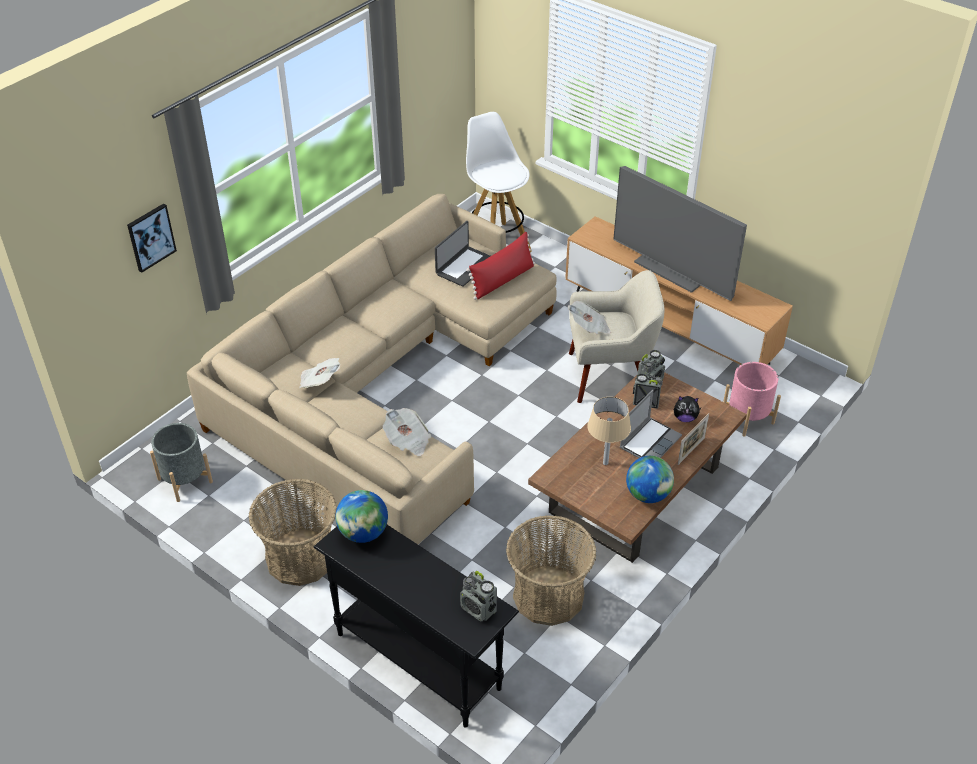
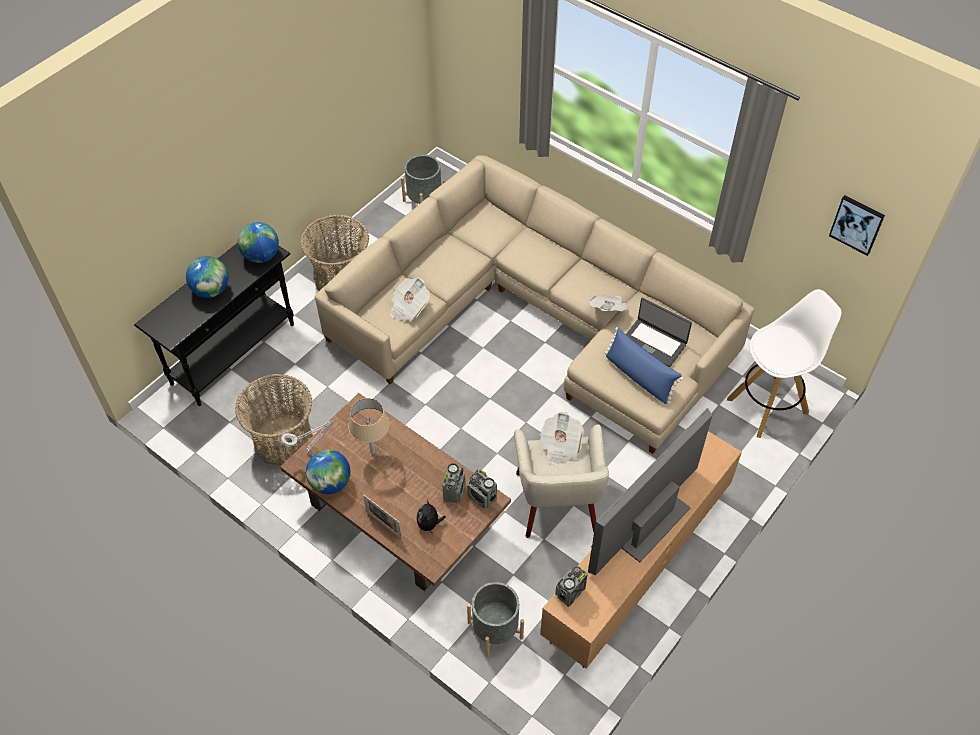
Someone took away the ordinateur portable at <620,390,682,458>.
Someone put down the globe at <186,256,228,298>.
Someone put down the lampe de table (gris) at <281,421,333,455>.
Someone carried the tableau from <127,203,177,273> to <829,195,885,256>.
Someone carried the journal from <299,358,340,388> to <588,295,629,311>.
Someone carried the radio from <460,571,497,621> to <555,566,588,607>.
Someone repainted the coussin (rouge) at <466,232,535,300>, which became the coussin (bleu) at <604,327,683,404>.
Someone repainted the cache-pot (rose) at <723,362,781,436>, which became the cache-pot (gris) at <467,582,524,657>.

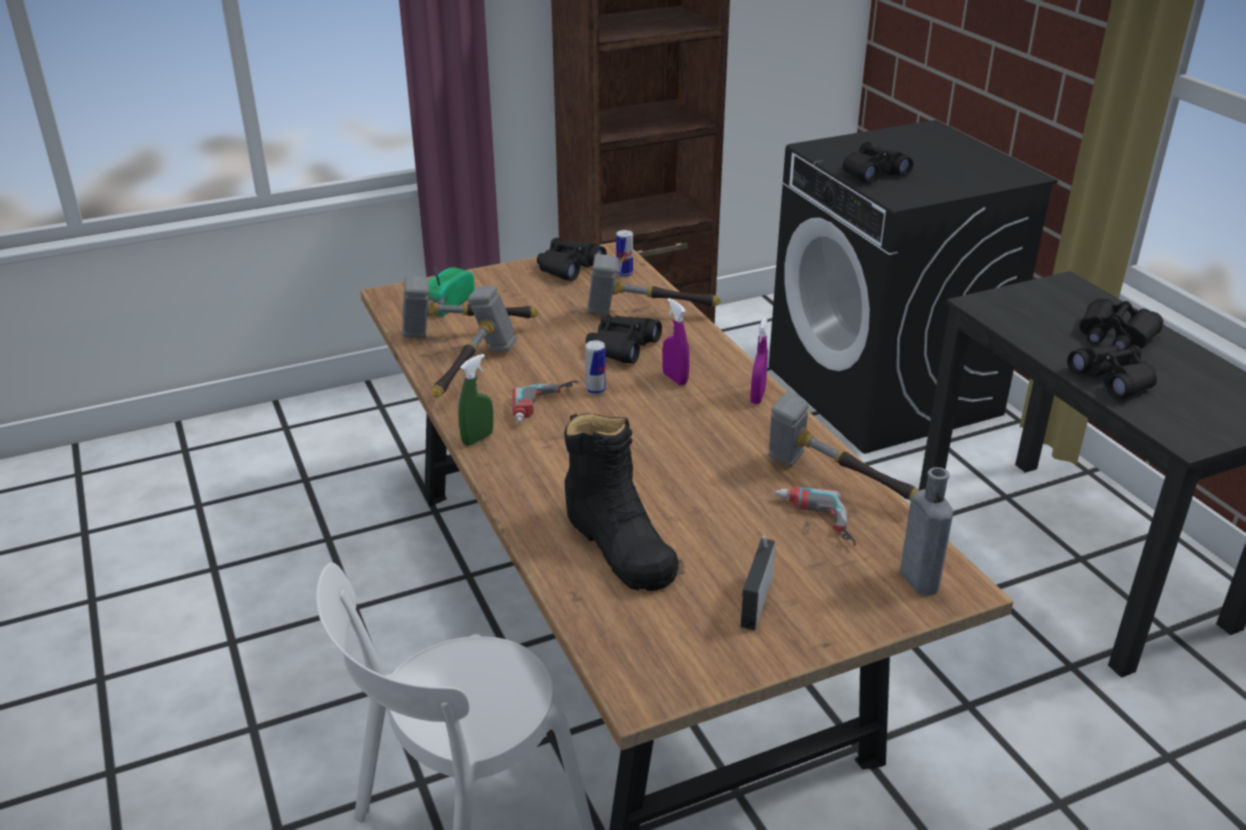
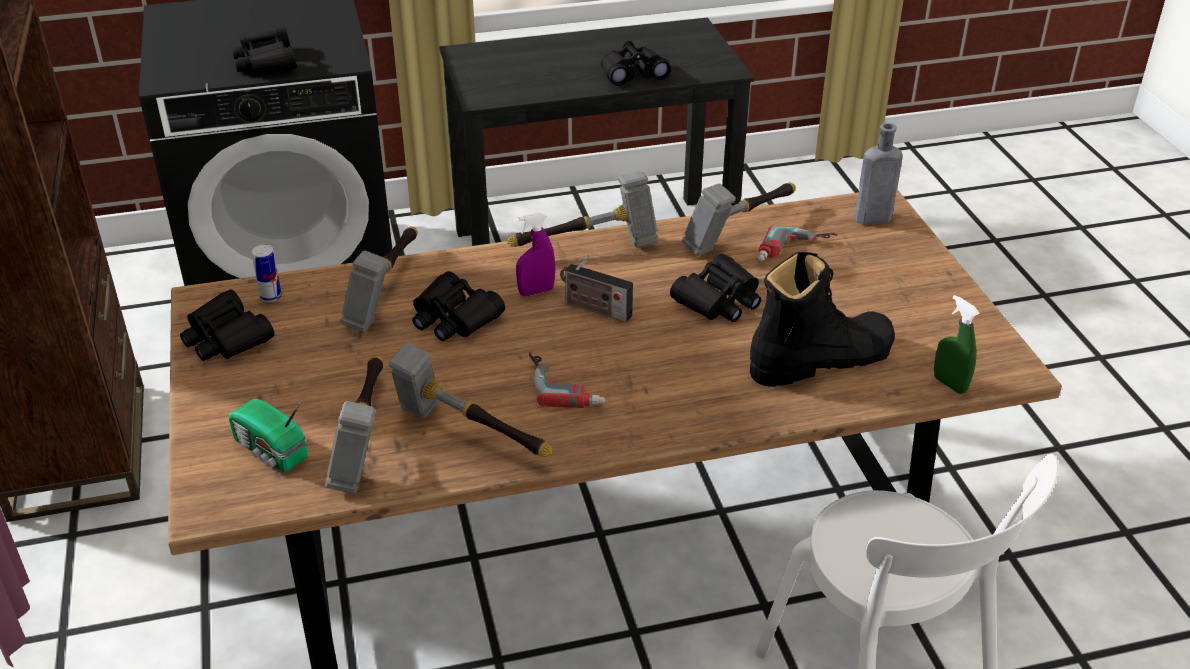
Someone took away the boîte métallique at <585,340,606,395>.
Someone carried the vaporisateur (vert) from <458,354,493,446> to <934,295,980,394>.
Someone carried the radio from <740,536,776,630> to <560,254,633,323>.
Someone carried the jumelles (noir) from <1079,298,1163,350> to <670,254,761,322>.
Someone swapped the vaporisateur (violet) at <750,317,768,404> for the marteau at <507,171,659,247>.

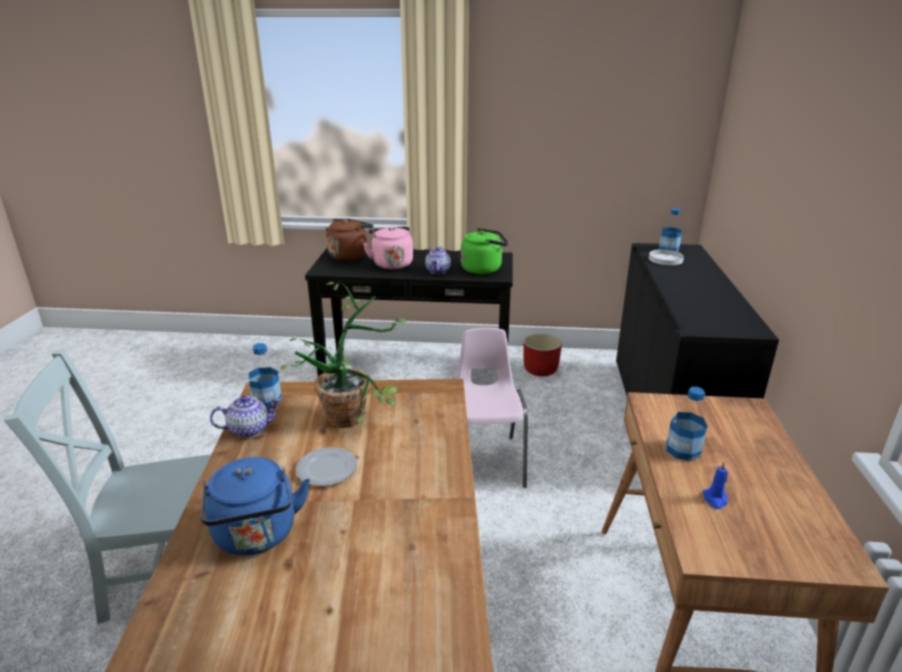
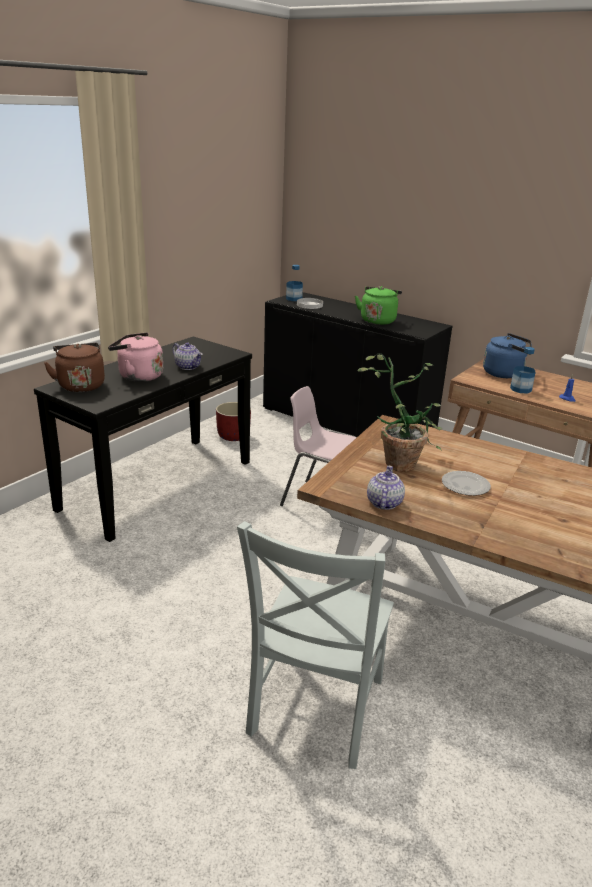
Someone took away the bouteille at <249,343,282,407>.
Someone carried the bouilloire (bleu) from <201,457,310,556> to <483,333,532,378>.
Someone carried the bouilloire (vert) from <461,228,509,274> to <355,286,402,325>.

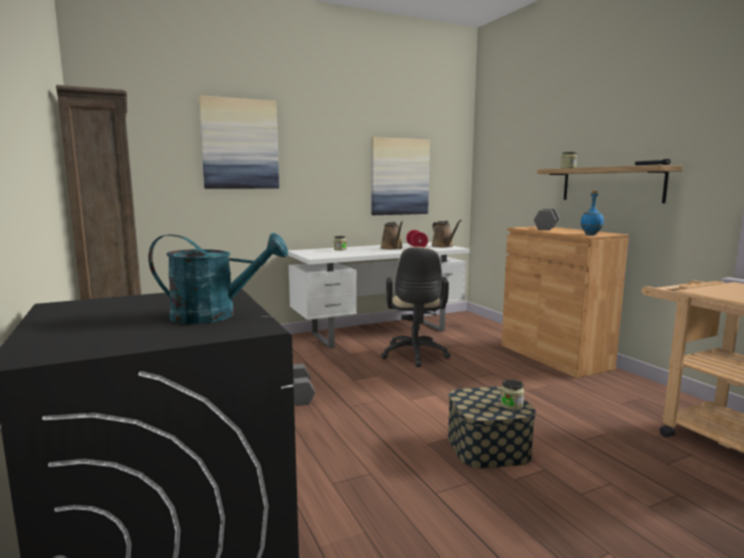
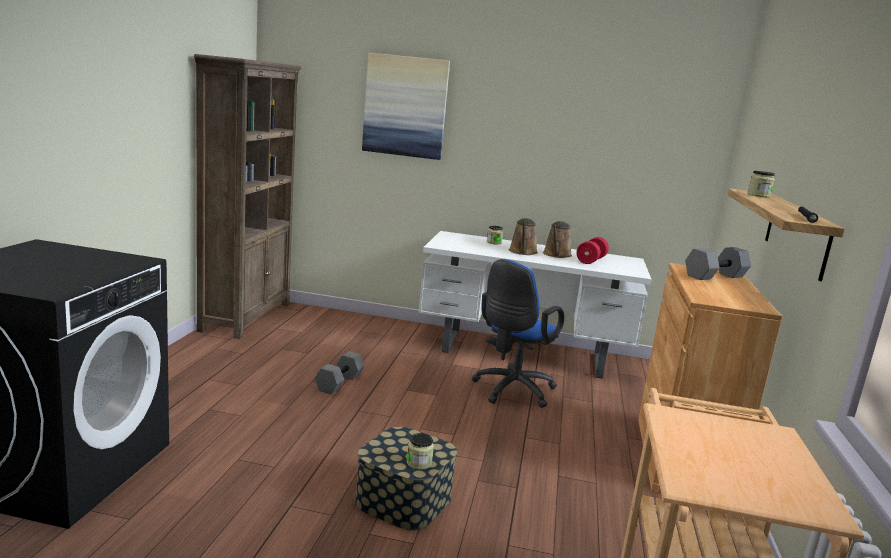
Someone took away the arrosoir (turquoise) at <148,233,288,324>.
Someone took away the tableau at <371,137,430,215>.
Someone took away the bouteille (bleu) at <580,191,604,235>.
Someone carried the arrosoir (marron) from <431,220,462,248> to <509,218,538,255>.
Someone repainted the chaise de bureau (beige) at <381,247,451,367>, which became the chaise de bureau (bleu) at <472,259,564,408>.

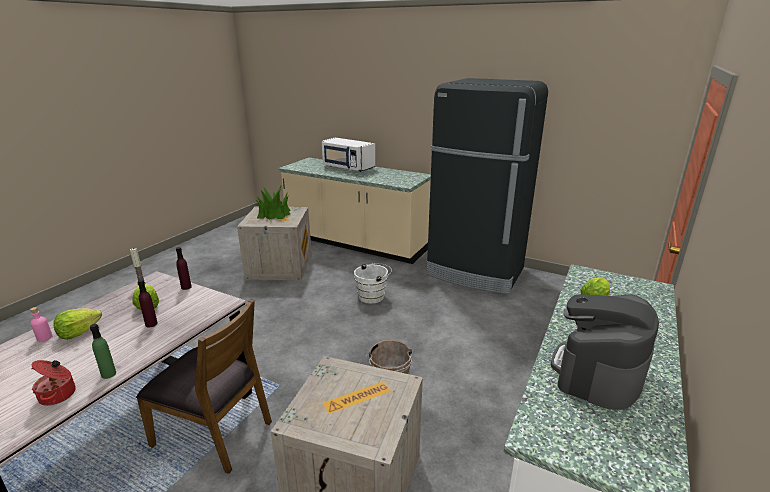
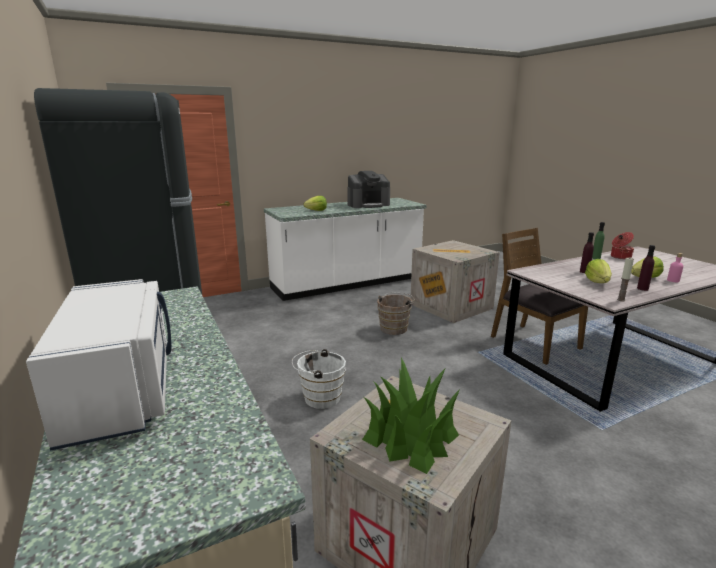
Someone carried the bouteille (violet) from <176,247,192,290> to <637,245,655,291>.

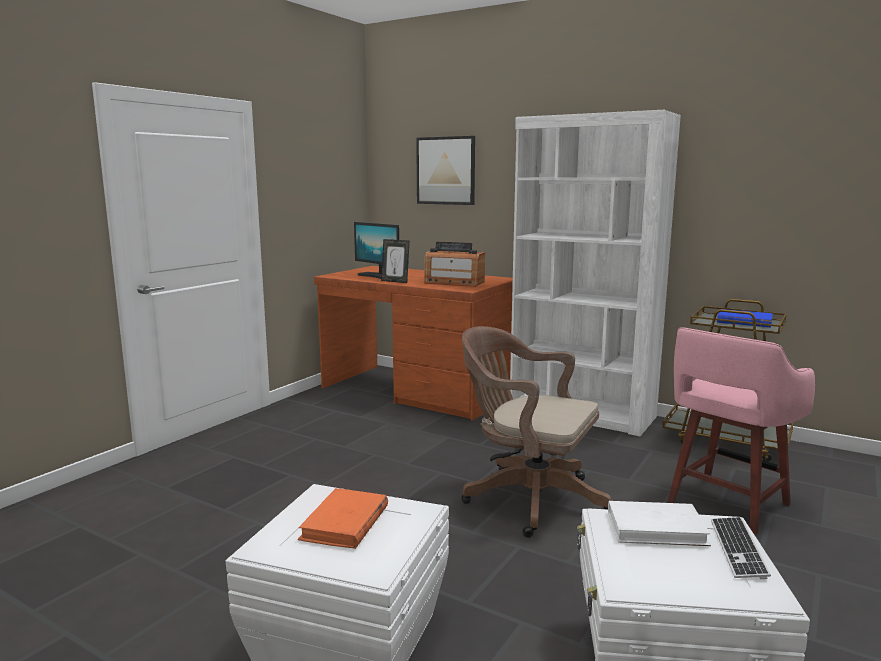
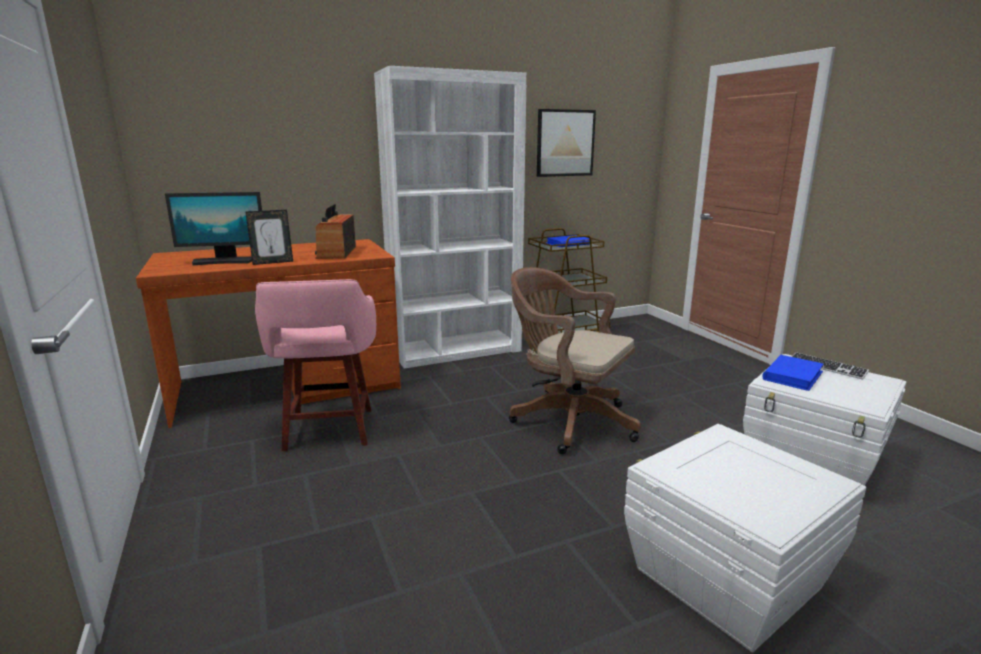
Someone took away the livre (orange) at <298,488,388,549>.
Someone carried the tableau from <416,136,475,205> to <537,109,596,177>.
Someone carried the tabouret (rose) from <668,327,815,535> to <255,279,376,451>.
Someone repainted the livre (blanc) at <608,501,711,546>, which became the livre (bleu) at <763,355,824,391>.
Someone rotated the radio at <424,242,485,287> by 120 degrees clockwise.
Someone rotated the chaise de bureau (marron) at <461,326,612,538> by 60 degrees clockwise.

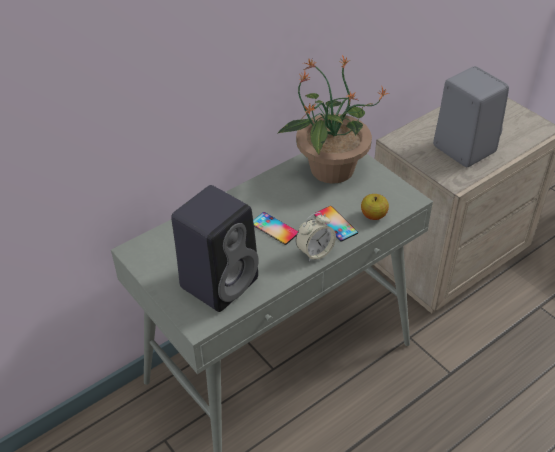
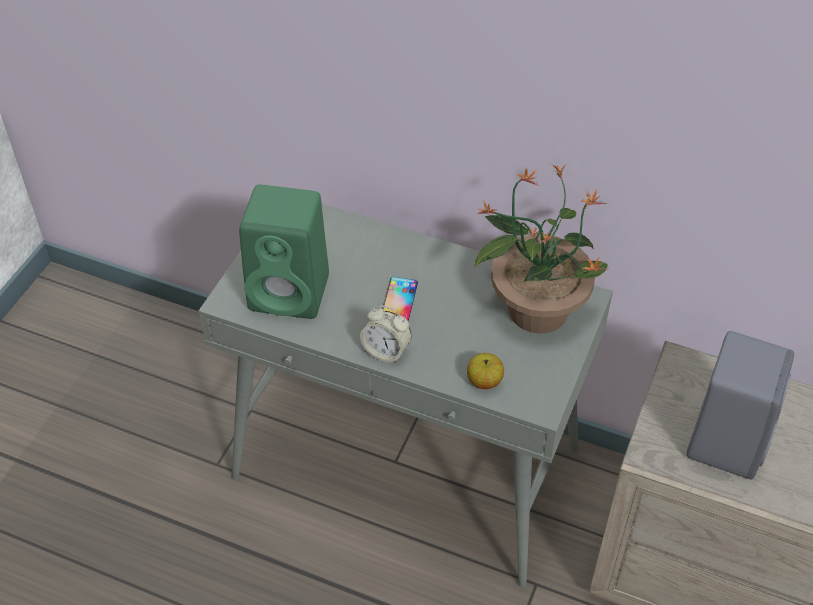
Someone took away the téléphone at <314,206,358,242>.
Someone repainted the enceinte (noir) at <171,185,259,312>, which became the enceinte (vert) at <239,185,329,319>.

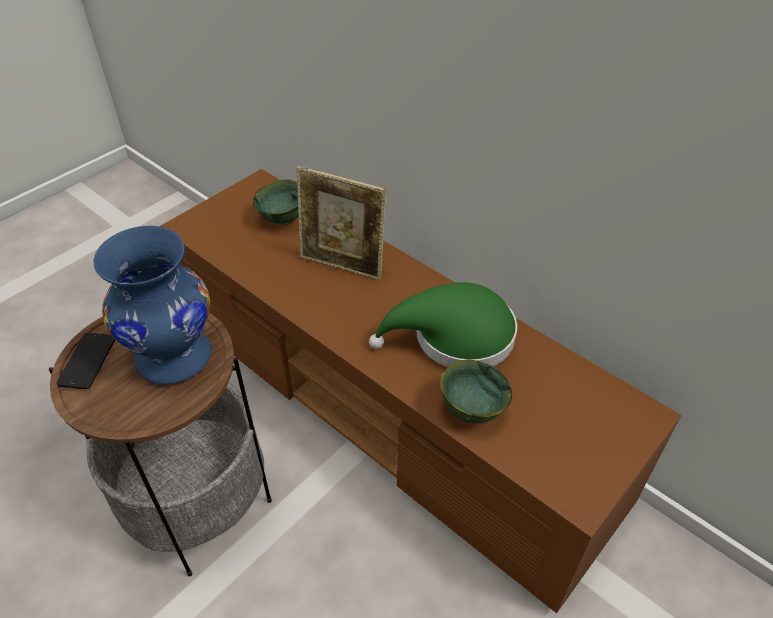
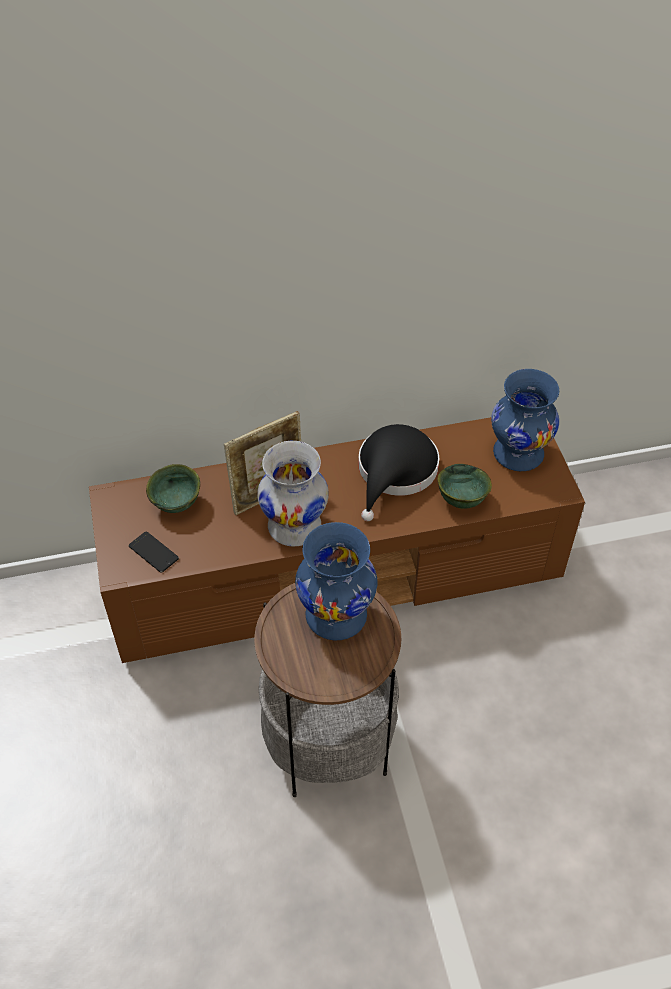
Someone put down the vase (blanc) at <257,441,329,547>.
Someone put down the vase (bleu) at <491,369,559,471>.
Someone carried the téléphone from <56,333,115,389> to <129,532,179,573>.
Someone repainted the chapeau (vert) at <369,282,517,367>, which became the chapeau (noir) at <358,424,439,521>.

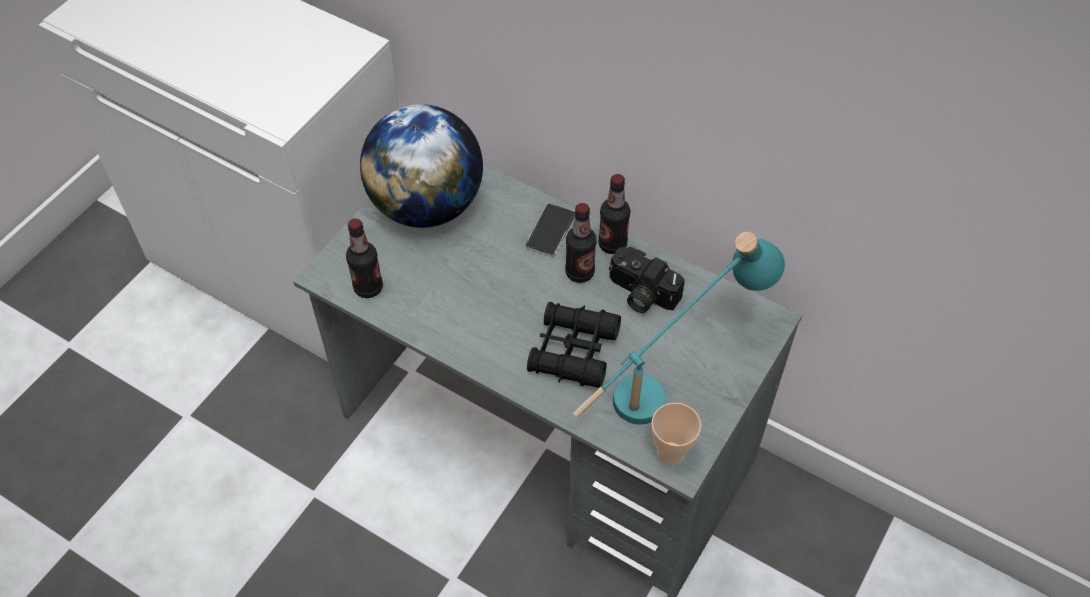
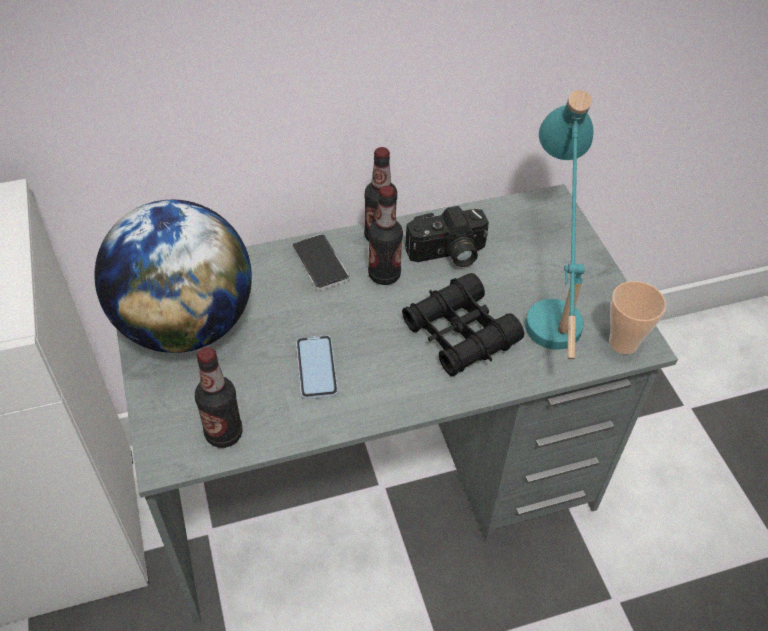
Someone put down the téléphone at <296,335,338,399>.

